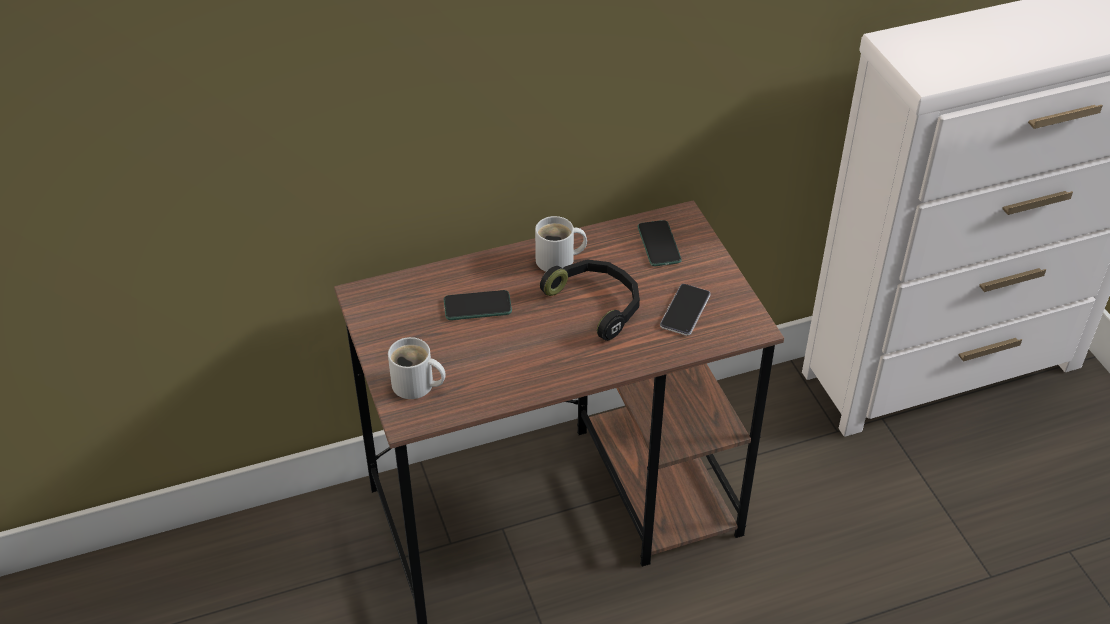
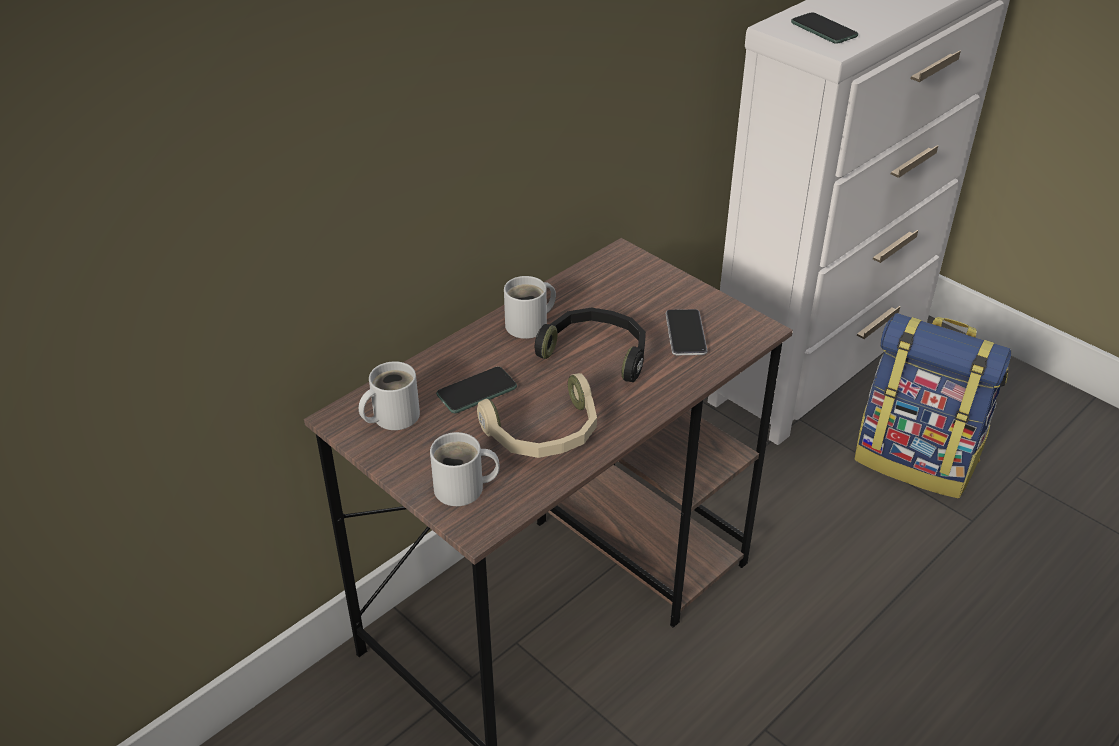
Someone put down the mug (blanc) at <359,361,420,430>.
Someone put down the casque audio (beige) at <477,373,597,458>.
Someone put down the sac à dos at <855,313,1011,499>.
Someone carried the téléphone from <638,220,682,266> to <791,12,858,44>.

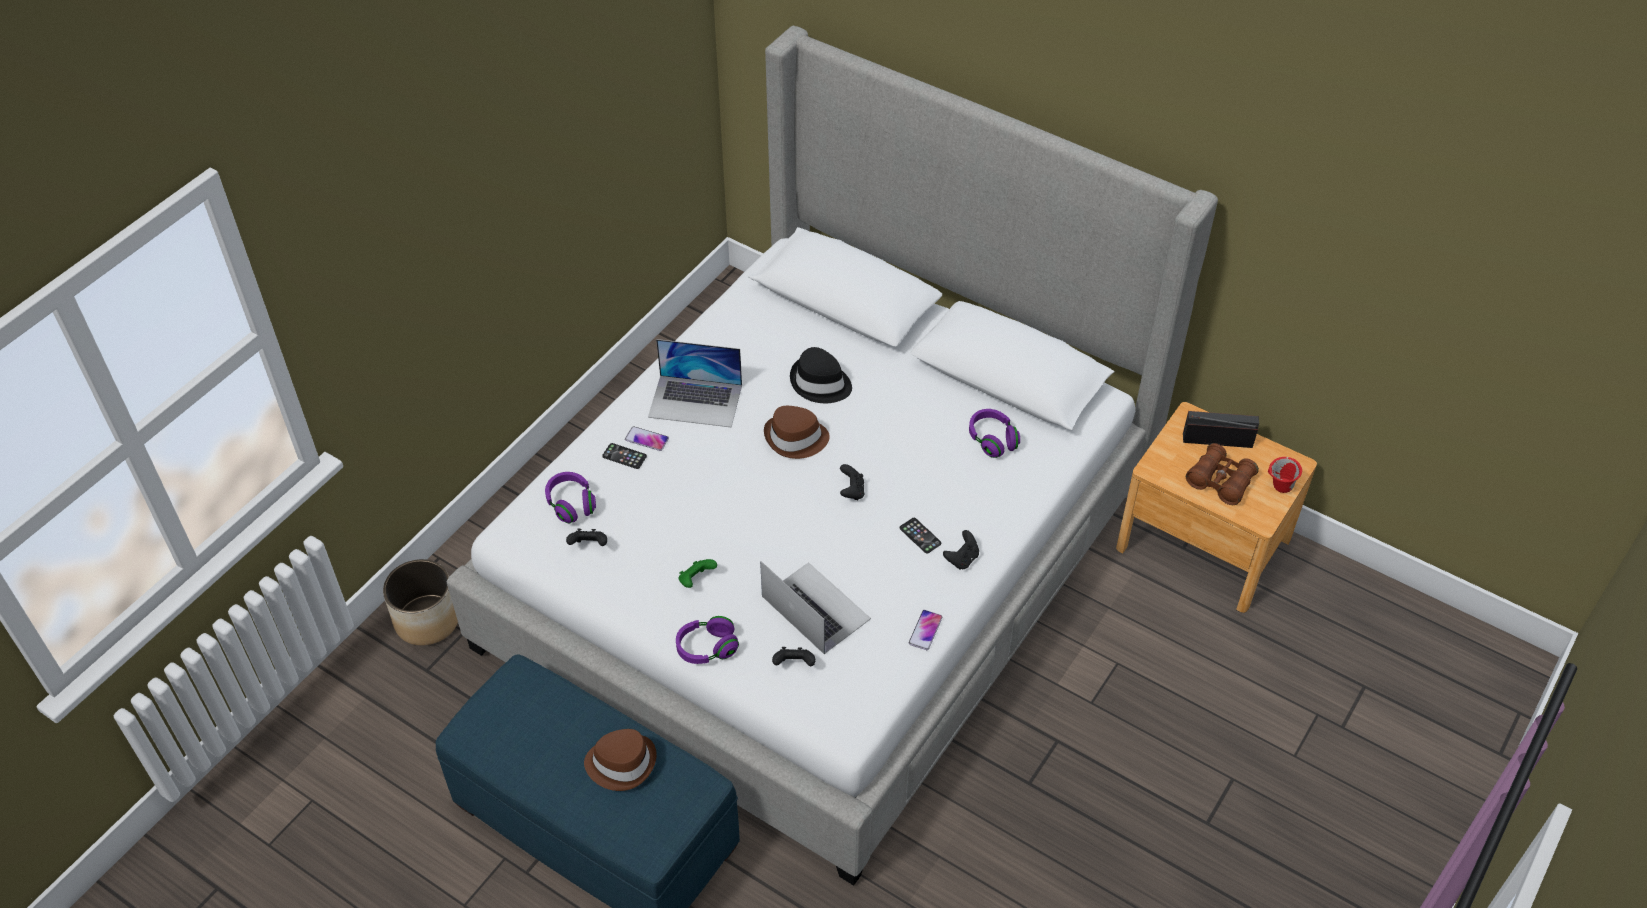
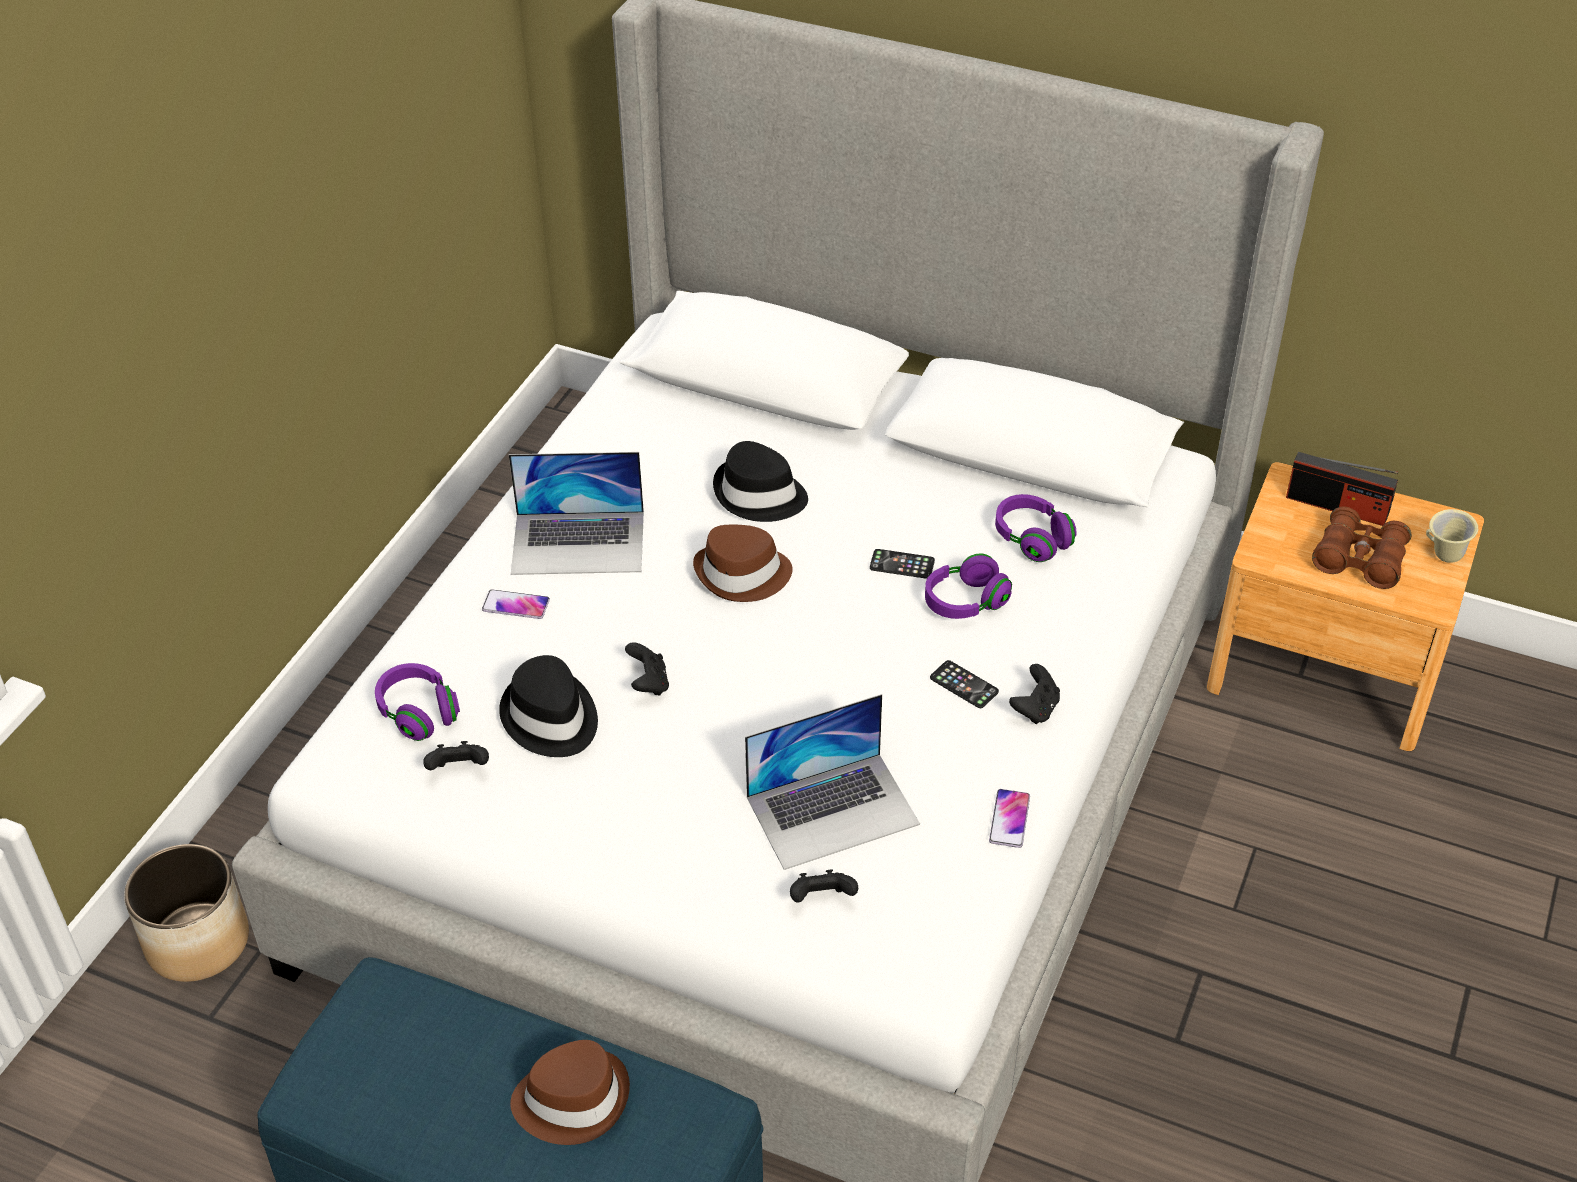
Someone took away the manette (vert) at <679,559,717,588>.
Someone put down the chapeau (noir) at <499,655,598,757>.
Someone carried the téléphone from <602,443,647,469> to <870,549,935,579>.
Someone carried the casque audio (violet) from <676,616,739,664> to <925,554,1012,619>.
Someone carried the manette (noir) from <840,464,864,500> to <625,642,669,695>.
Someone repainted the mug (rouge) at <1268,457,1302,493>, which became the mug (beige) at <1426,509,1478,563>.
Someone rotated the ordinateur portable at <760,561,871,654> by 120 degrees clockwise.
Someone rotated the radio at <1183,411,1259,448> by 150 degrees counterclockwise.

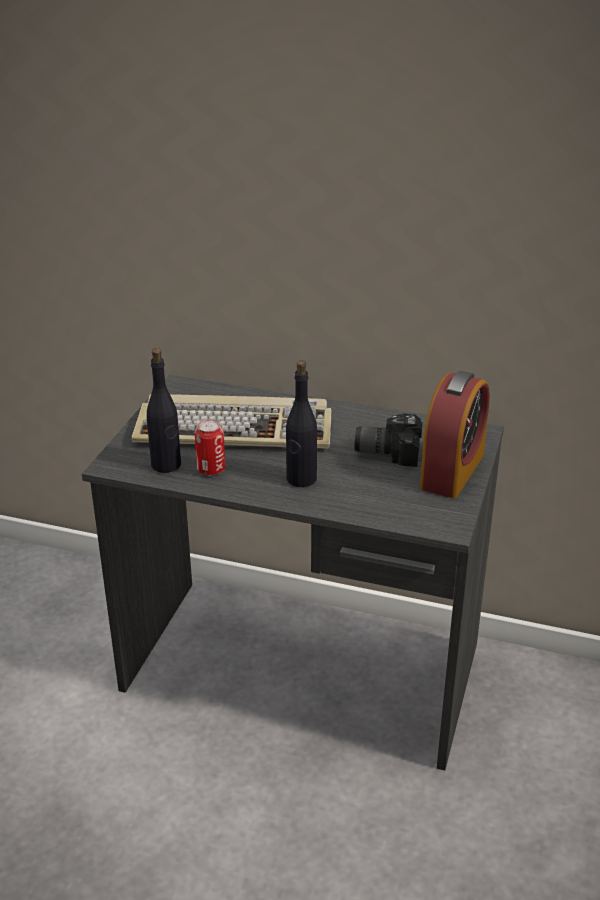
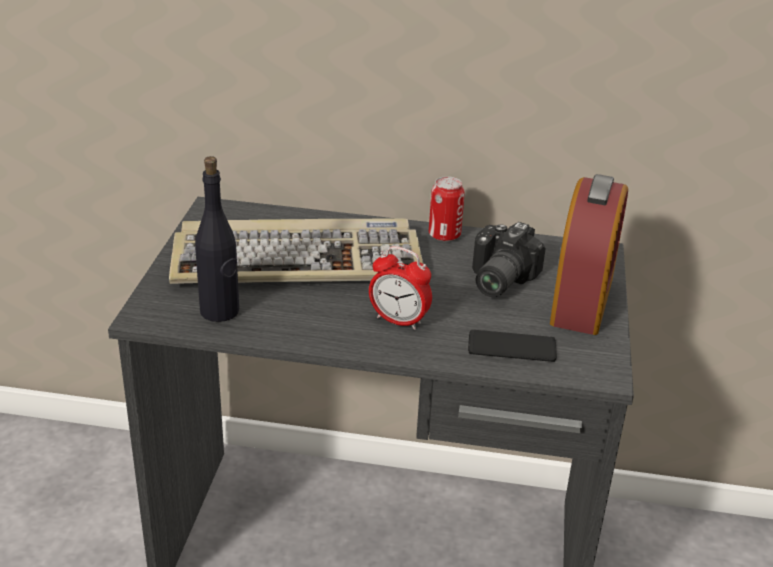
Someone put down the téléphone at <468,330,557,362>.
Someone carried the boîte métallique from <195,419,225,475> to <429,176,465,242>.
Someone swapped the bouteille (noir) at <286,360,317,487> for the réveil at <369,246,432,330>.
Someone rotated the appareil photo at <355,414,423,467> by 60 degrees counterclockwise.

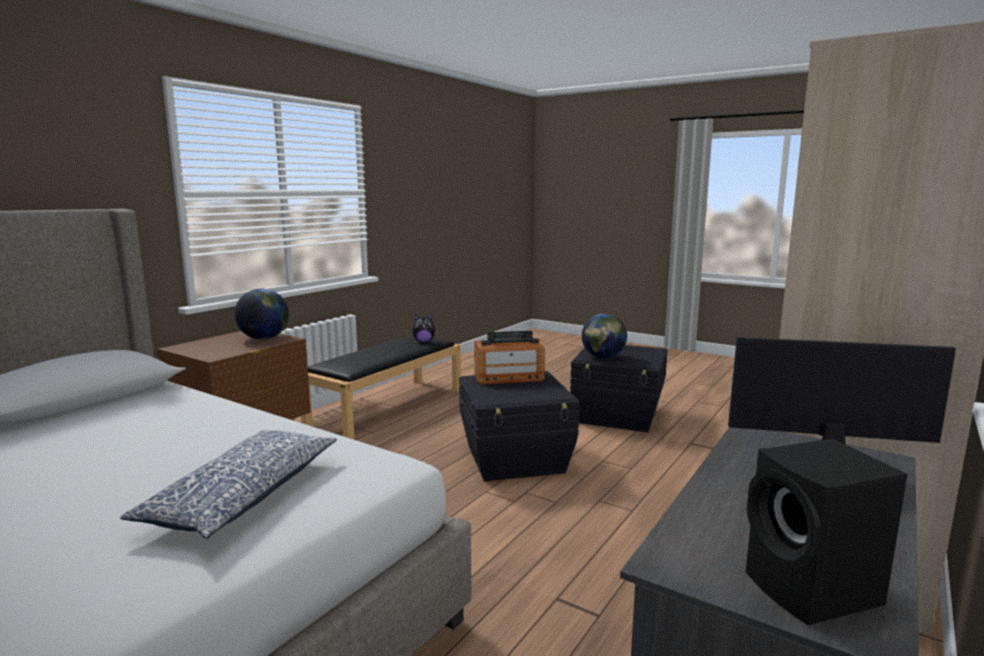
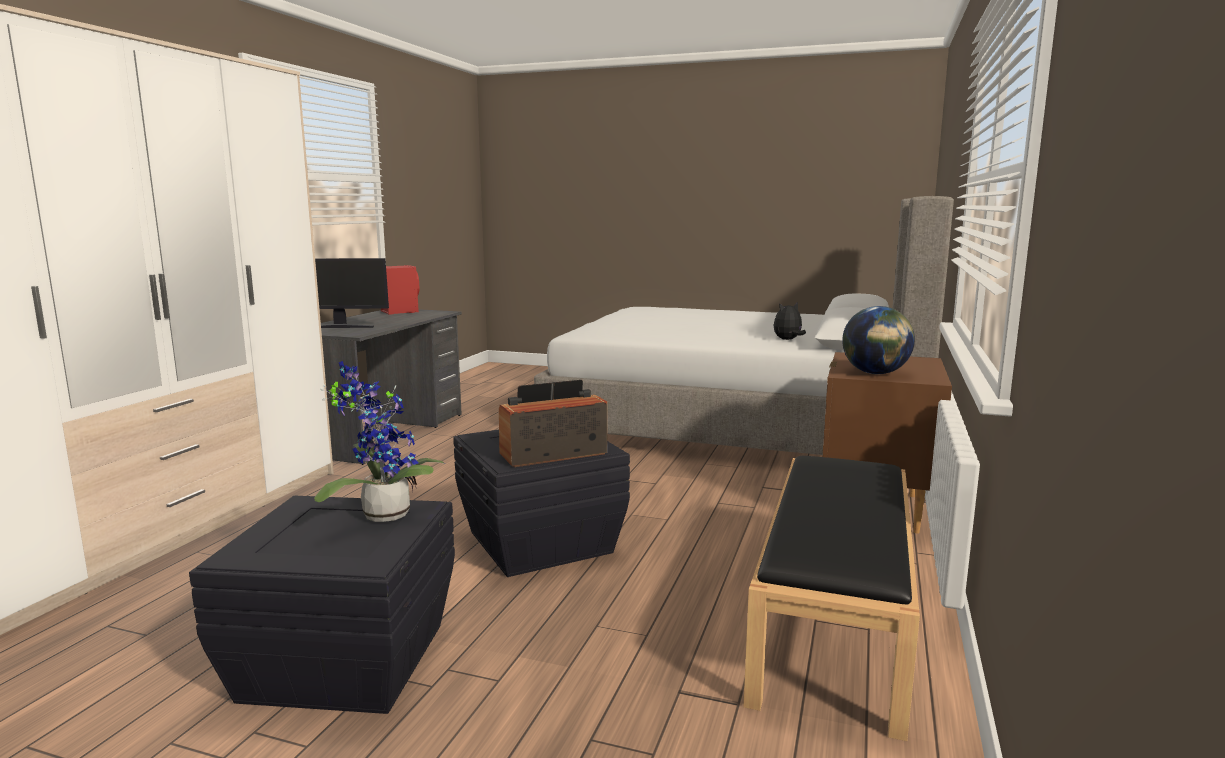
Someone took away the coussin at <120,430,337,539>.
Someone carried the peluche from <412,314,437,342> to <773,302,806,340>.
Someone swapped the globe at <582,314,627,358> for the plante en pot at <314,361,445,522>.
Someone repainted the enceinte (noir) at <746,439,907,626>, which became the enceinte (rouge) at <381,265,420,315>.

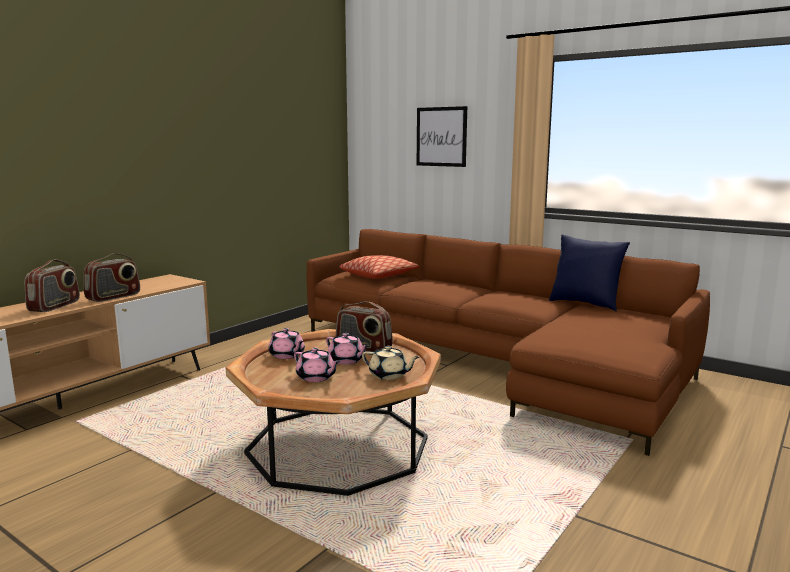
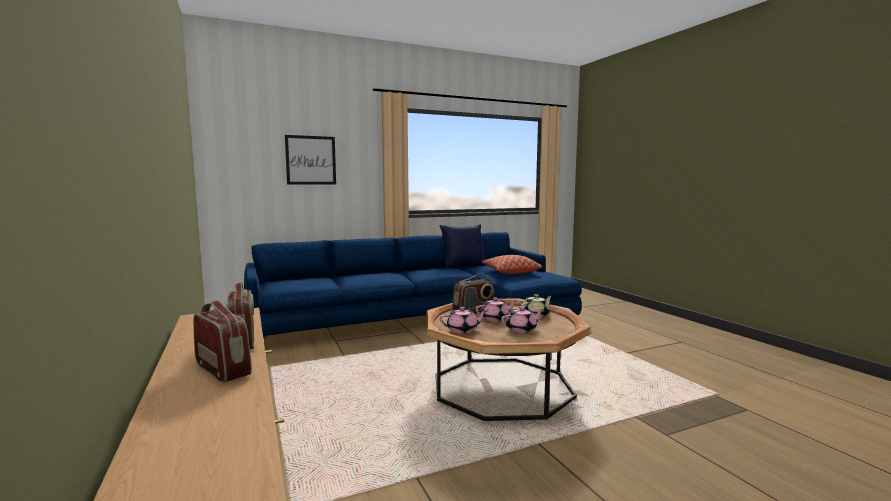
Someone carried the coussin from <339,255,419,279> to <482,255,543,274>.
Someone repainted the canapé (marron) at <307,229,710,456>, which became the canapé (bleu) at <244,232,582,339>.

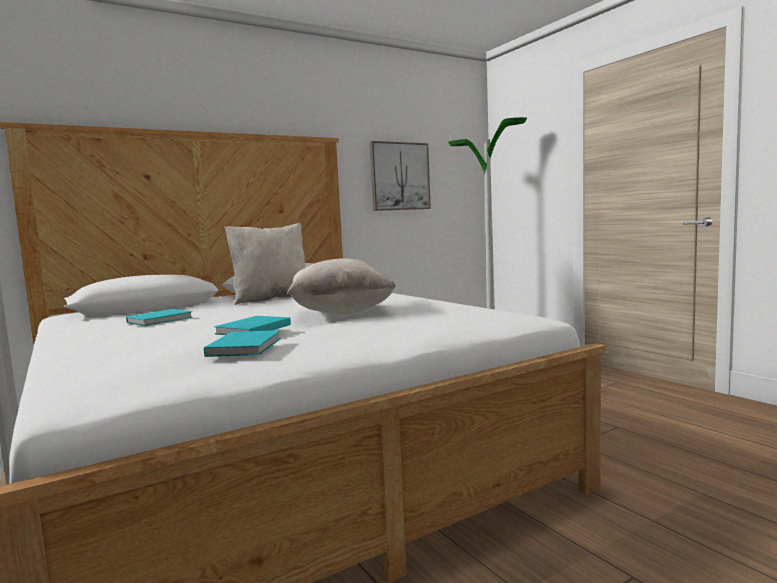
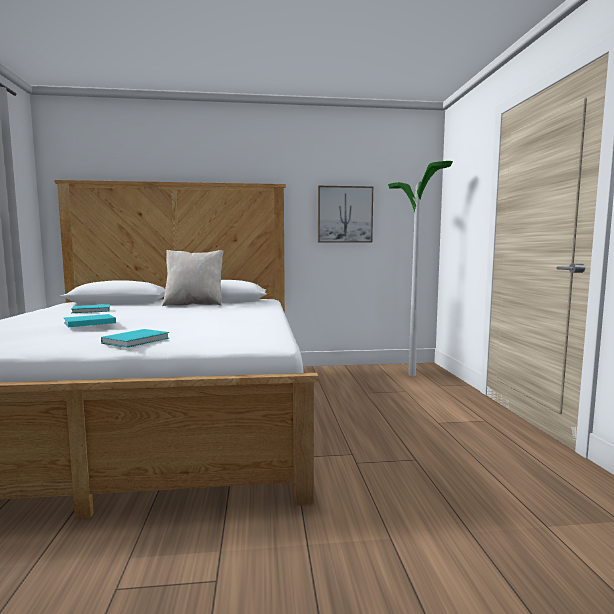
Someone took away the coussin (beige) at <287,258,396,314>.
Someone carried the livre (turquoise) from <204,330,281,357> to <101,329,169,348>.

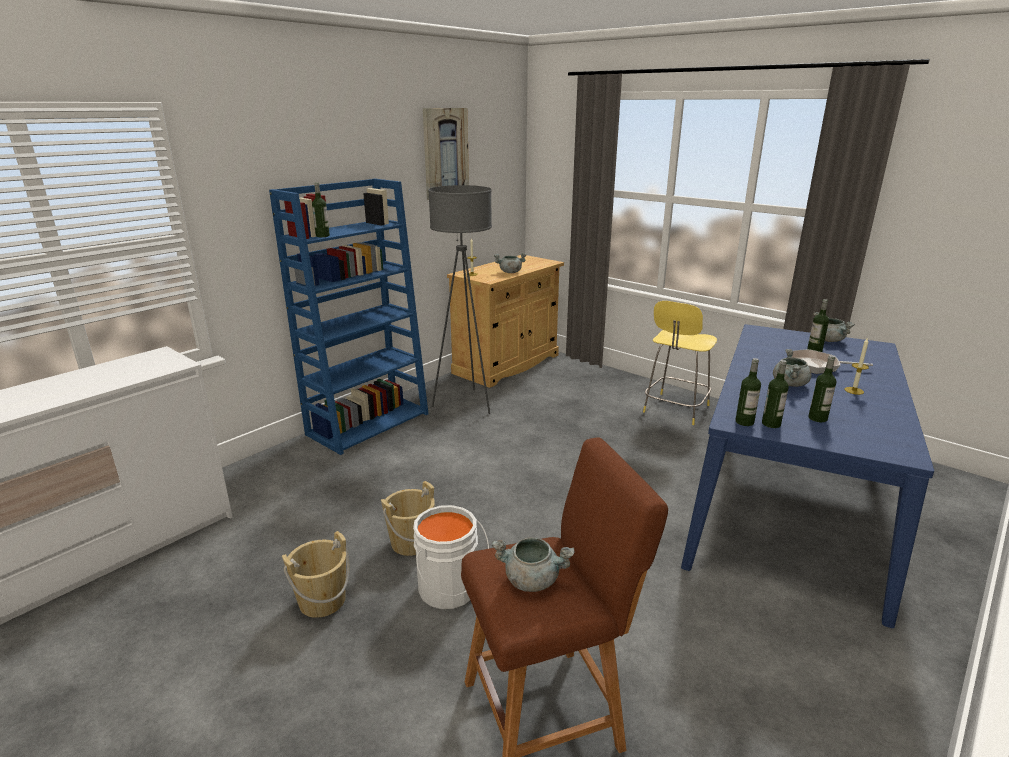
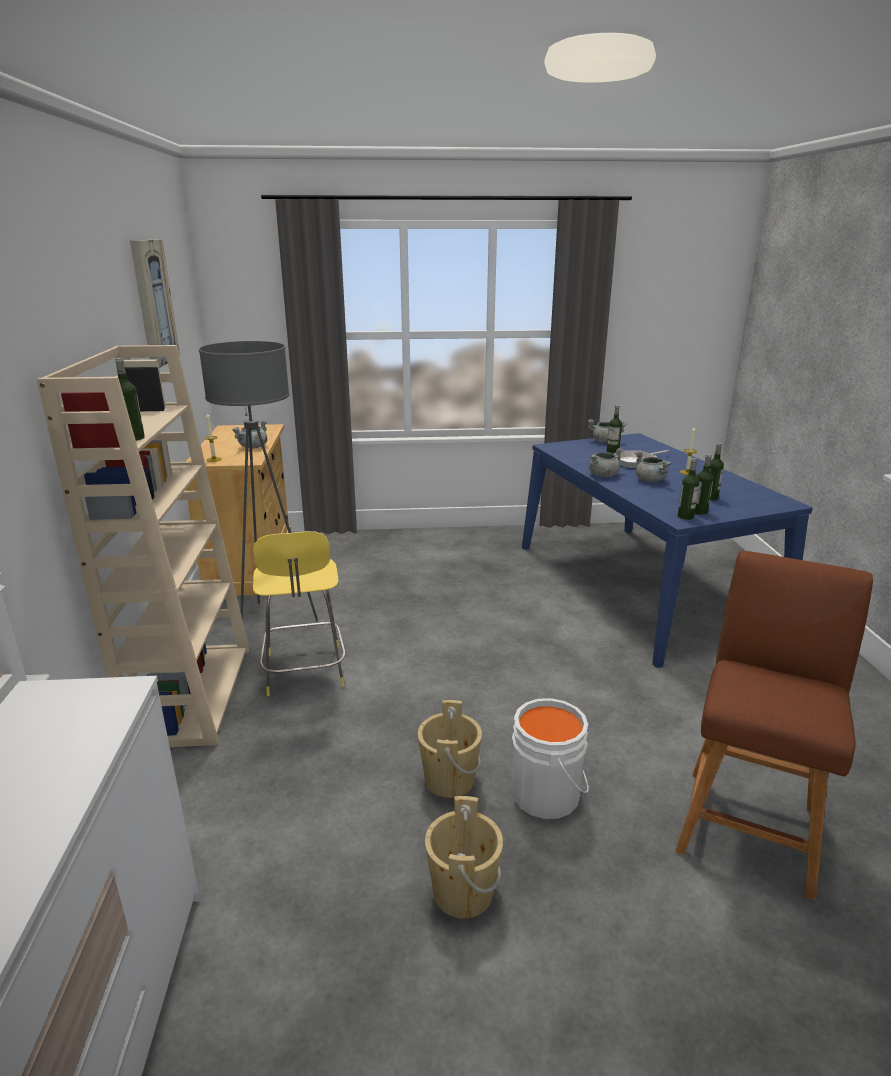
Someone carried the marmite (gris) from <492,538,574,592> to <589,448,623,477>.
Someone carried the tabouret (jaune) from <643,301,717,425> to <253,531,346,696>.
Someone repainted the bibliothèque (bleu) at <269,179,428,455>, which became the bibliothèque (beige) at <37,345,249,747>.

